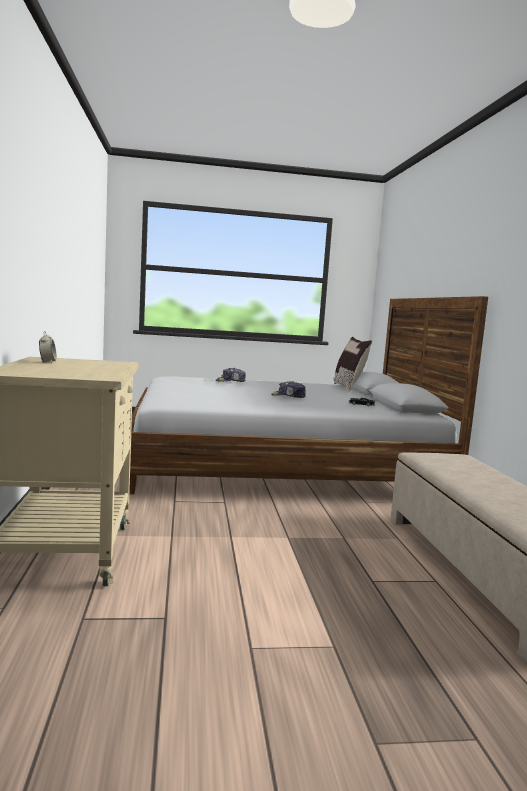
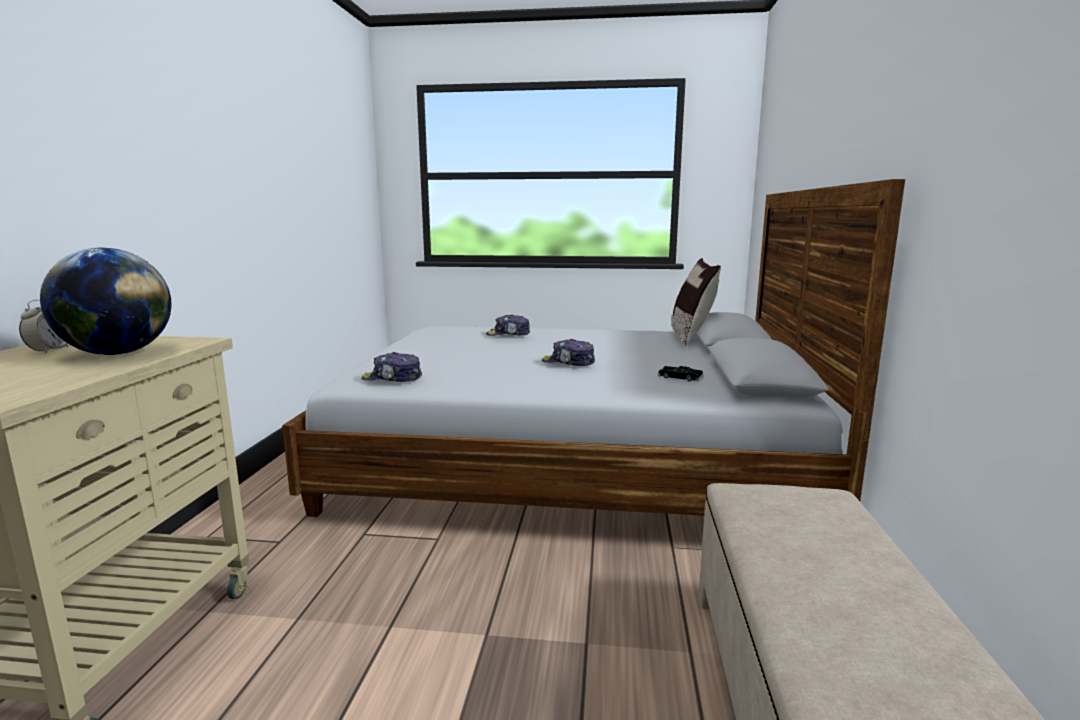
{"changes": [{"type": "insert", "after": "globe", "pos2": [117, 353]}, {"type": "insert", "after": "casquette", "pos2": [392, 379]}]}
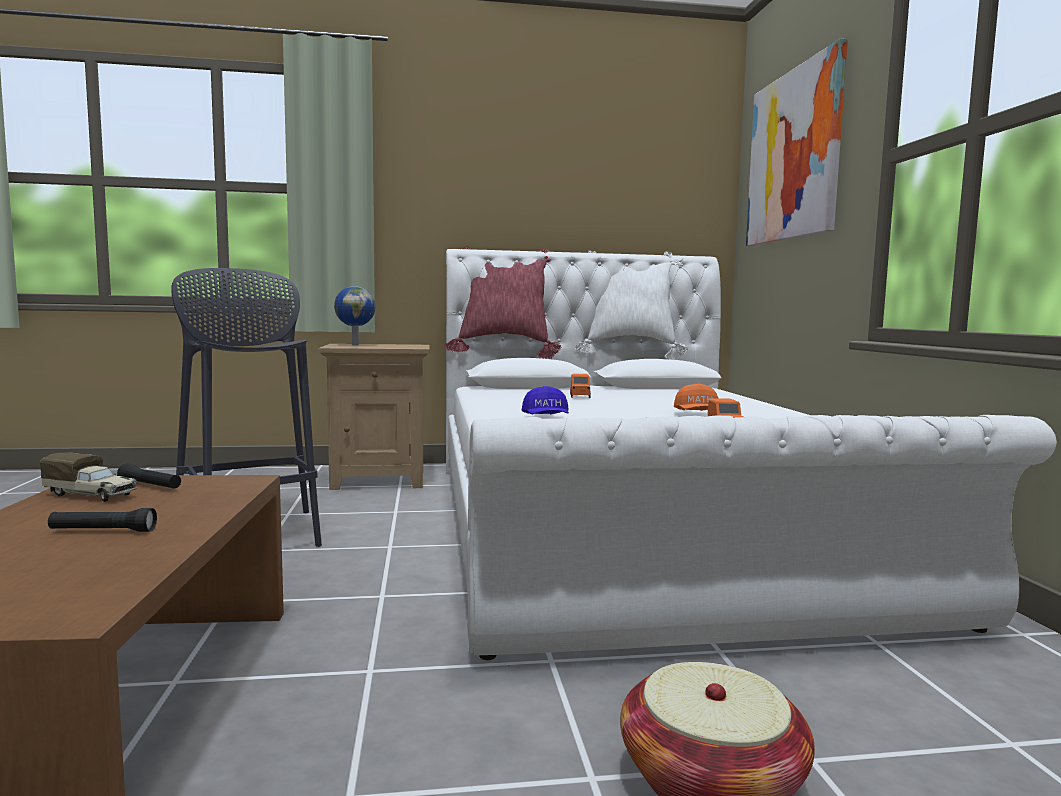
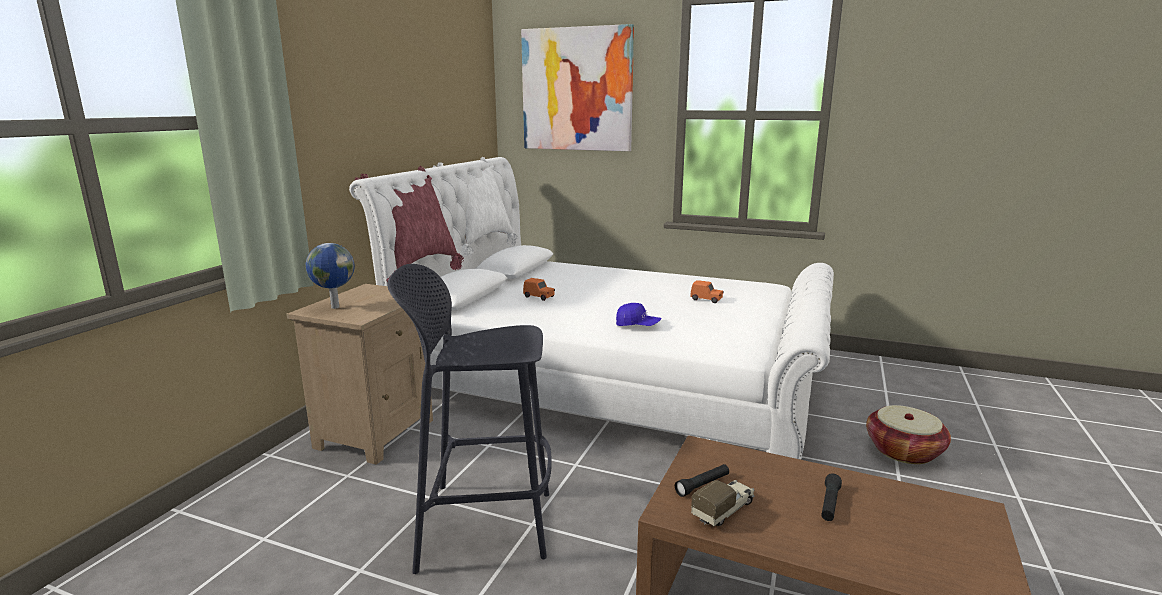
{"changes": [{"type": "delete", "before": "casquette [orange]", "pos1": [697, 414]}]}
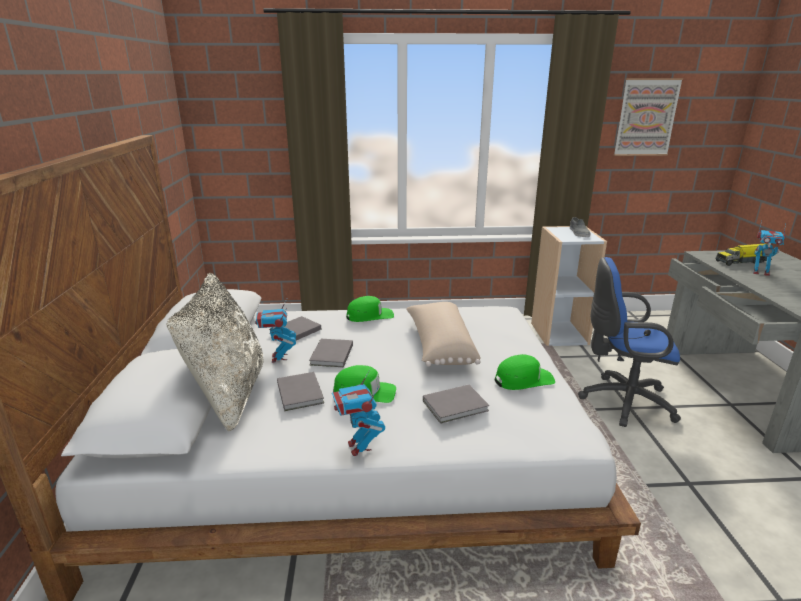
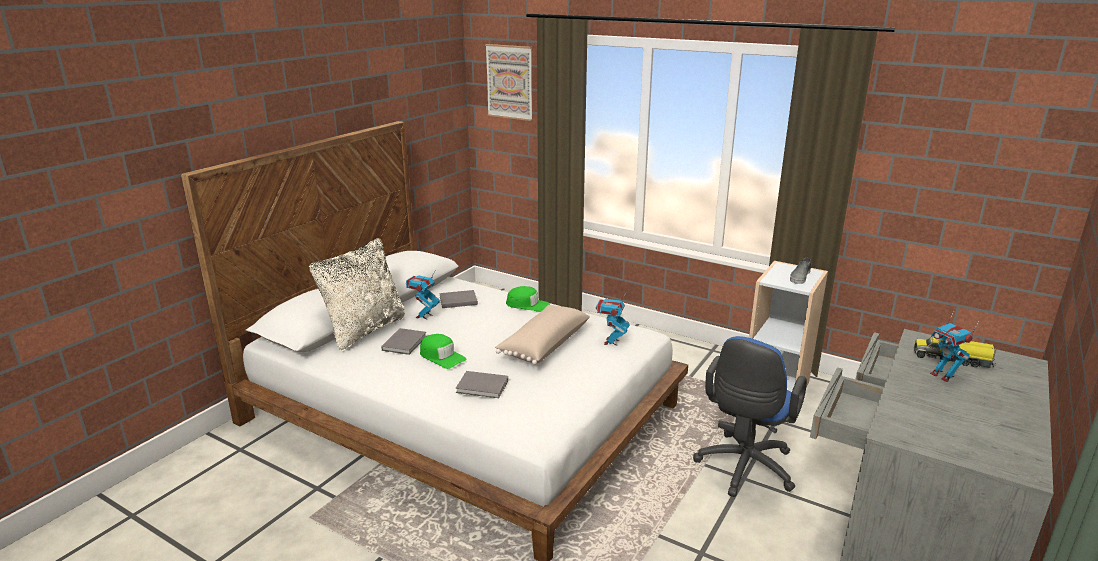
{"changes": [{"type": "move", "before": "tableau", "pos1": [646, 117], "pos2": [510, 82]}, {"type": "move", "before": "robot jouet", "pos1": [359, 447], "pos2": [611, 342]}, {"type": "rotate", "before": "chaise de bureau [bleu]", "pos1": [621, 401], "pos2": [743, 469], "turn": -105}, {"type": "delete", "before": "livre [gris]", "pos1": [330, 355]}, {"type": "delete", "before": "casquette [vert]", "pos1": [523, 379]}]}
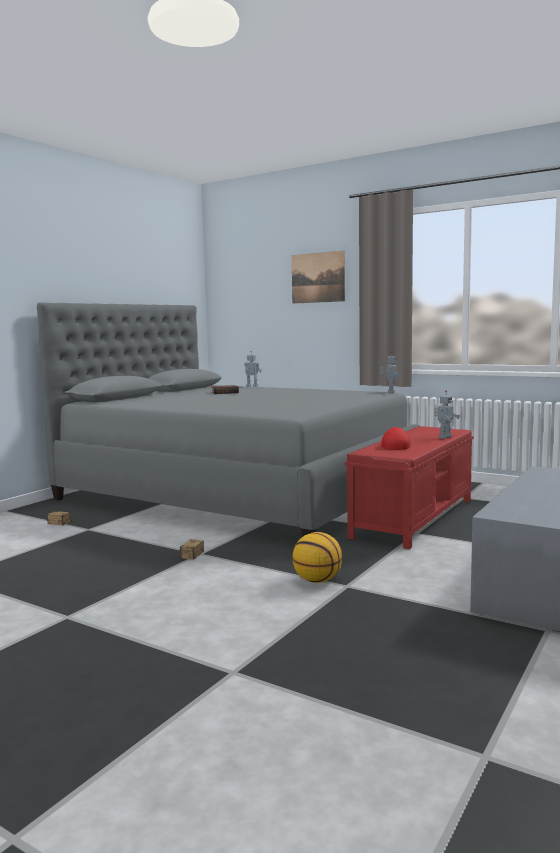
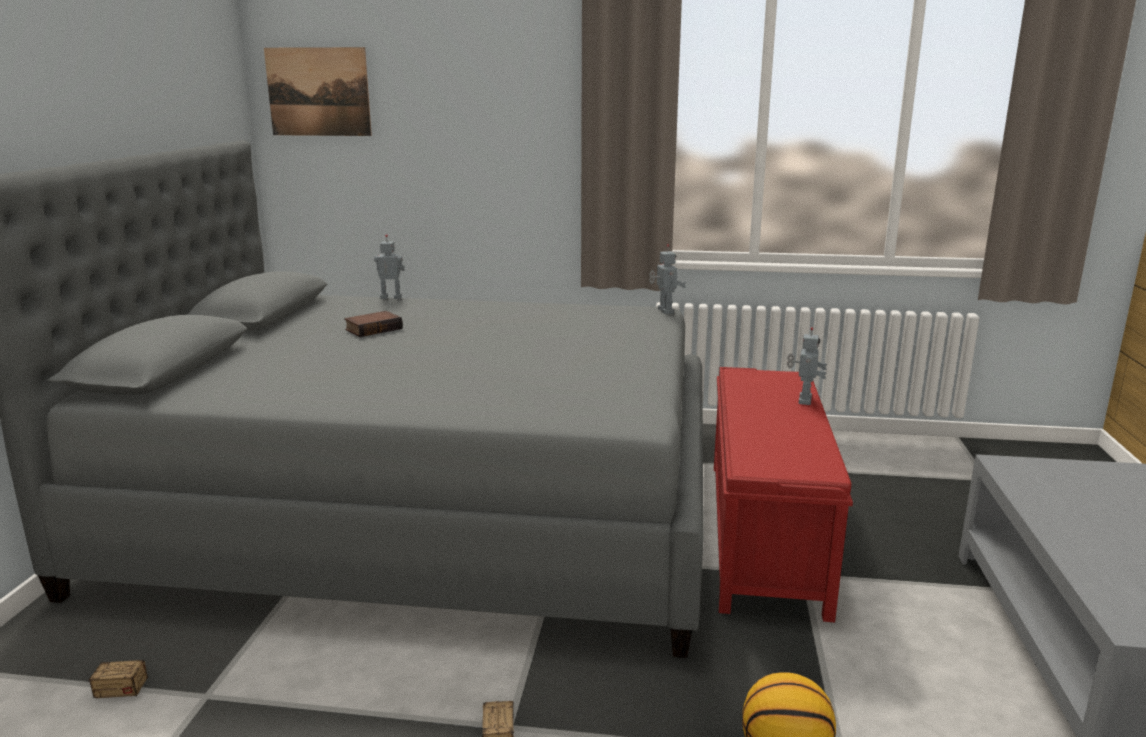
{"changes": [{"type": "move", "before": "tableau", "pos1": [318, 277], "pos2": [318, 92]}, {"type": "delete", "before": "casquette [rouge]", "pos1": [395, 445]}]}
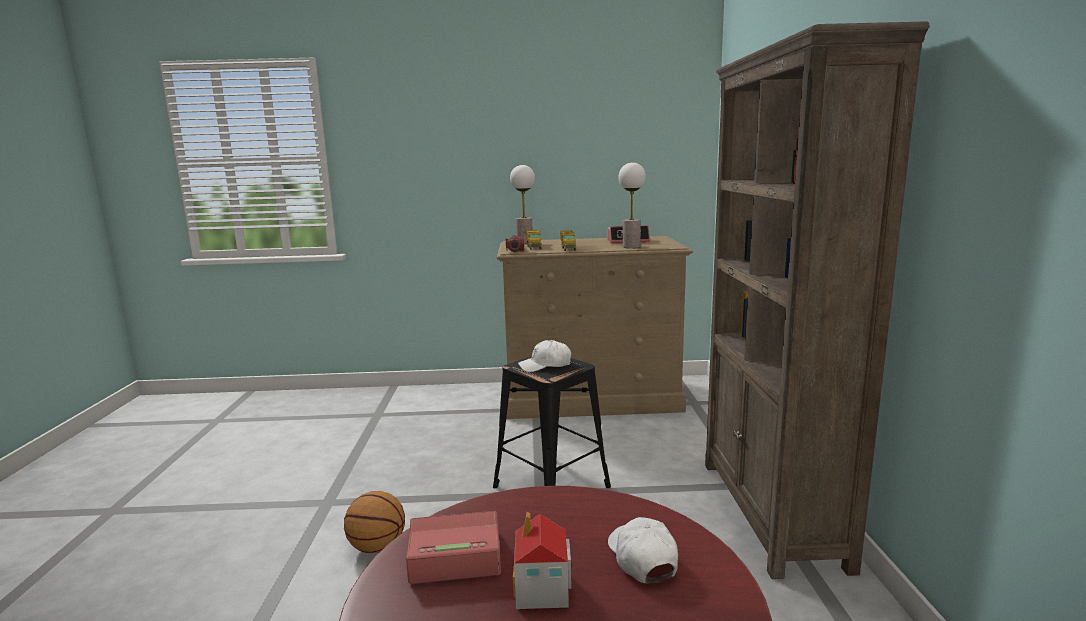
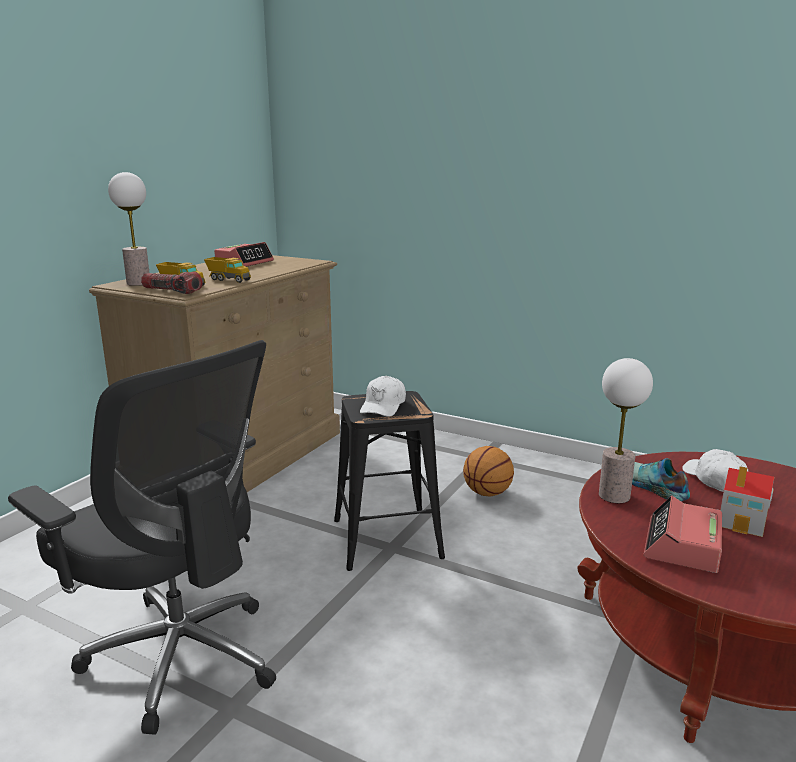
{"changes": [{"type": "insert", "after": "chaise de bureau", "pos2": [179, 655]}, {"type": "move", "before": "ballon de basket", "pos1": [377, 547], "pos2": [487, 493]}, {"type": "move", "before": "lampe de table", "pos1": [631, 247], "pos2": [614, 496]}, {"type": "insert", "after": "chaussure", "pos2": [652, 486]}, {"type": "rotate", "before": "casquette [blanc]", "pos1": [642, 558], "pos2": [714, 479], "turn": 60}, {"type": "delete", "before": "bibliothèque [marron]", "pos1": [771, 513]}]}
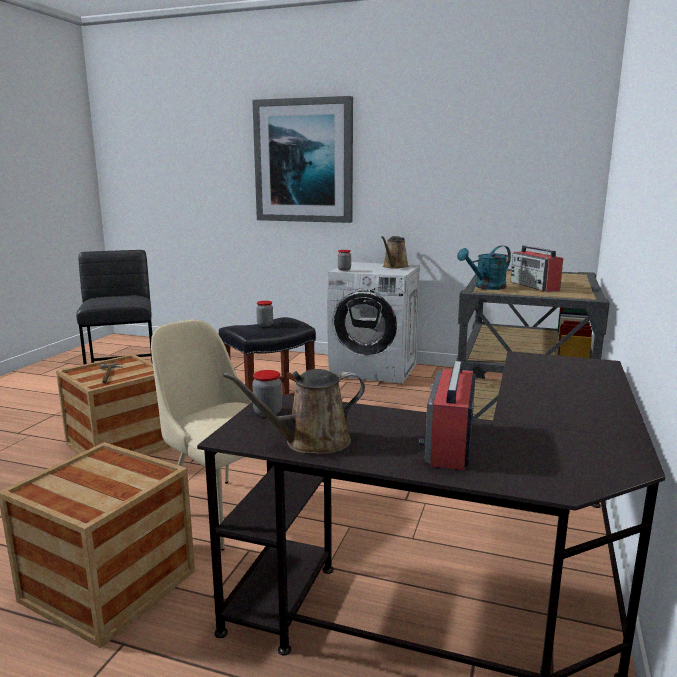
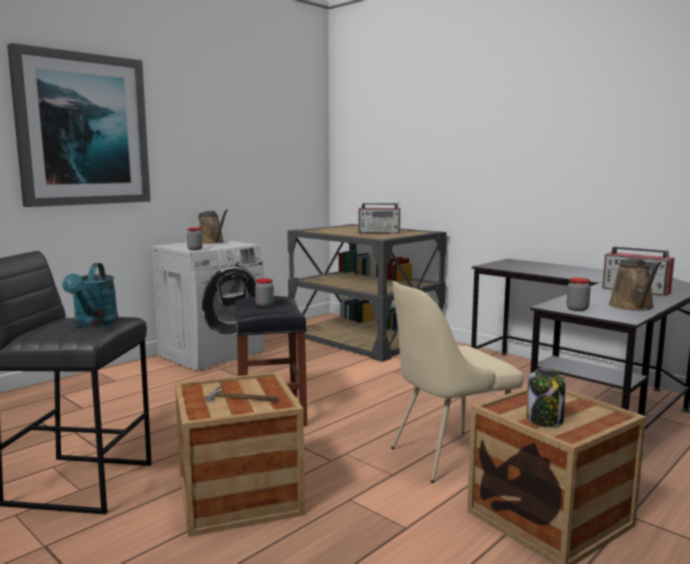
{"changes": [{"type": "move", "before": "arrosoir [turquoise]", "pos1": [486, 287], "pos2": [94, 324]}, {"type": "insert", "after": "bocal", "pos2": [545, 420]}]}
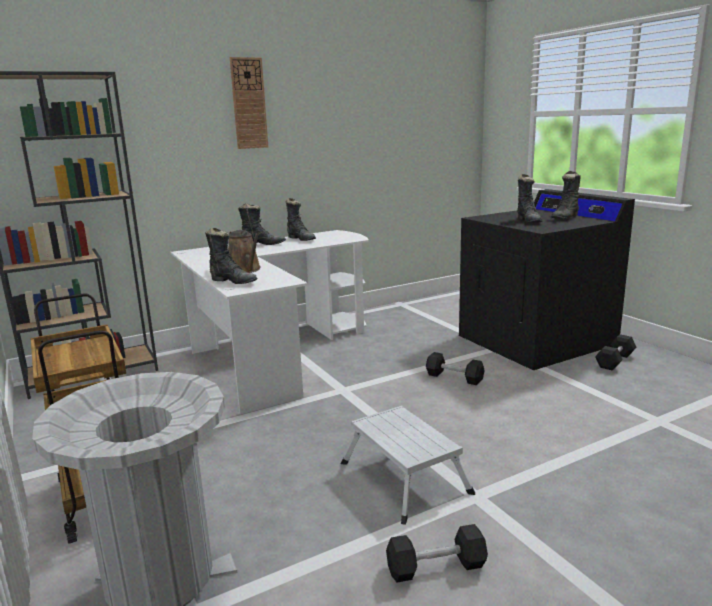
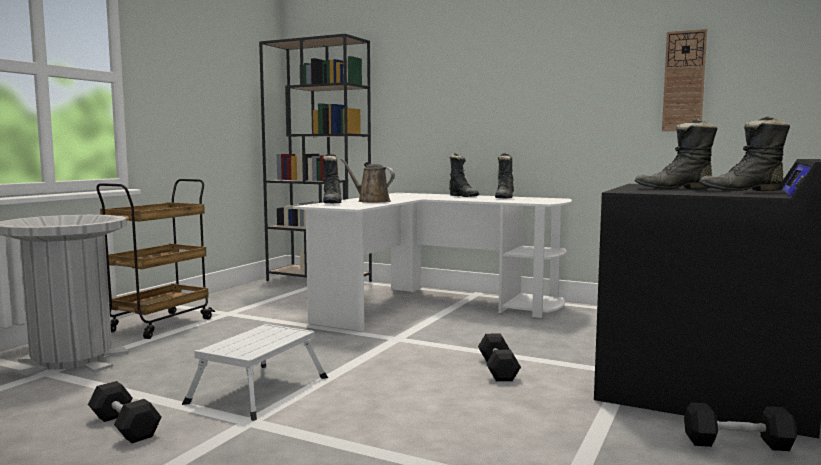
{"changes": [{"type": "rotate", "before": "arrosoir [marron]", "pos1": [245, 270], "pos2": [371, 201], "turn": 105}, {"type": "rotate", "before": "botte [noir]", "pos1": [529, 221], "pos2": [674, 189], "turn": 45}, {"type": "move", "before": "horloge murale", "pos1": [249, 103], "pos2": [684, 81]}]}
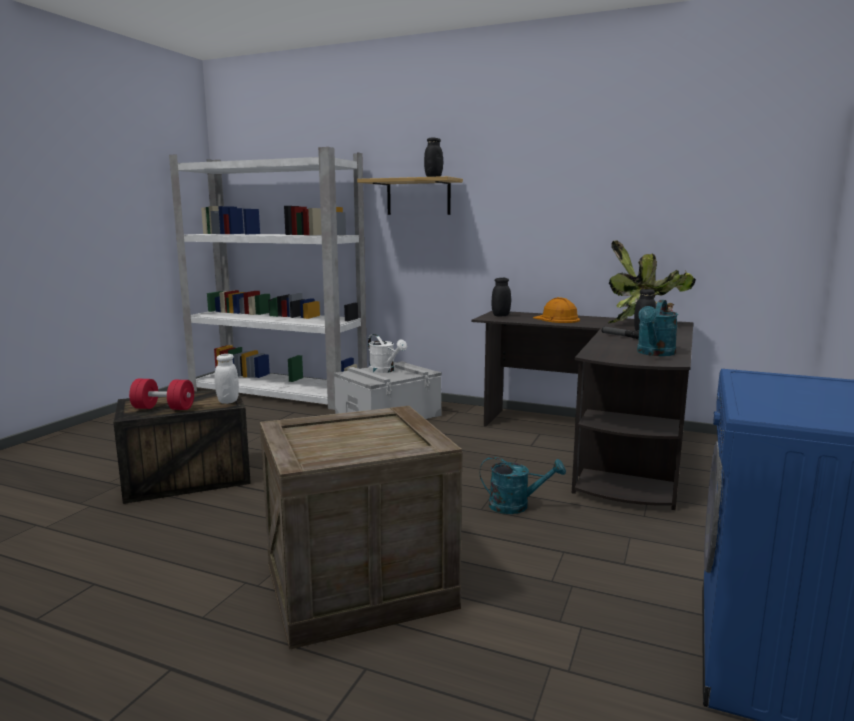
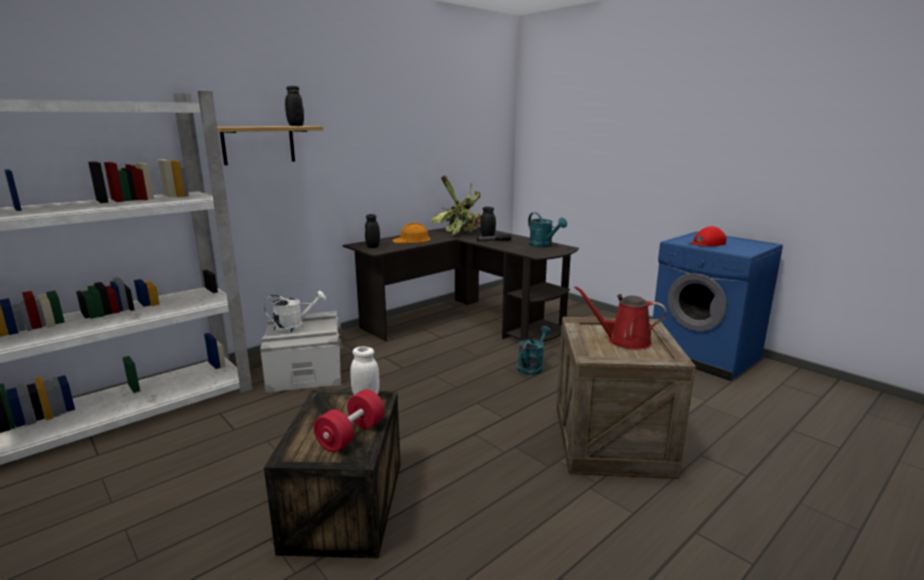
{"changes": [{"type": "insert", "after": "arrosoir [rouge]", "pos2": [624, 341]}, {"type": "insert", "after": "casquette [rouge]", "pos2": [706, 243]}]}
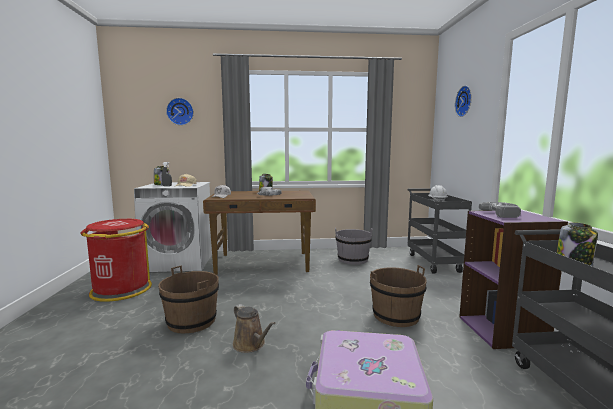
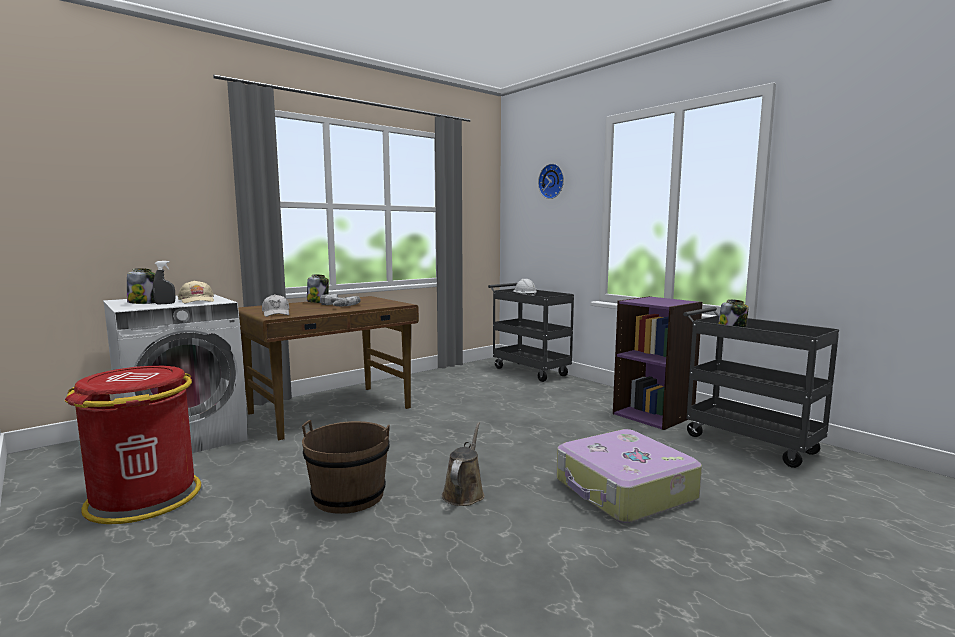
{"changes": [{"type": "rotate", "before": "arrosoir [marron]", "pos1": [251, 344], "pos2": [464, 493], "turn": -90}, {"type": "delete", "before": "horloge murale", "pos1": [180, 111]}, {"type": "delete", "before": "seau [gris]", "pos1": [352, 259]}, {"type": "delete", "before": "seau [marron]", "pos1": [396, 316]}, {"type": "delete", "before": "perceuse", "pos1": [506, 214]}]}
